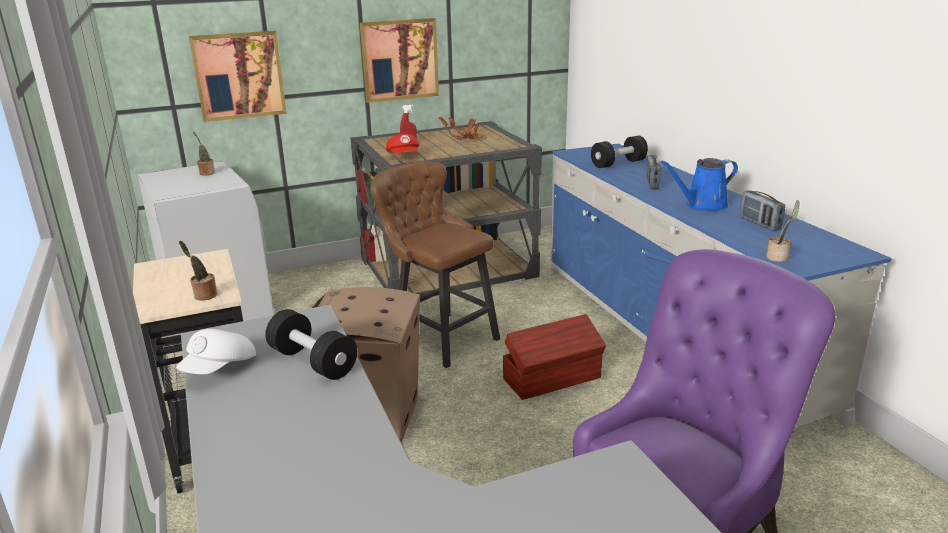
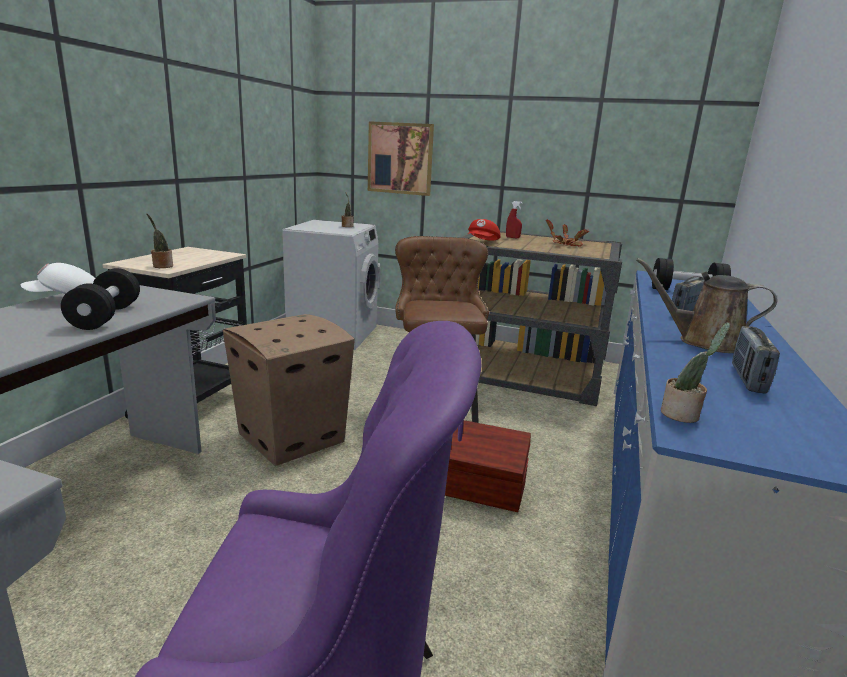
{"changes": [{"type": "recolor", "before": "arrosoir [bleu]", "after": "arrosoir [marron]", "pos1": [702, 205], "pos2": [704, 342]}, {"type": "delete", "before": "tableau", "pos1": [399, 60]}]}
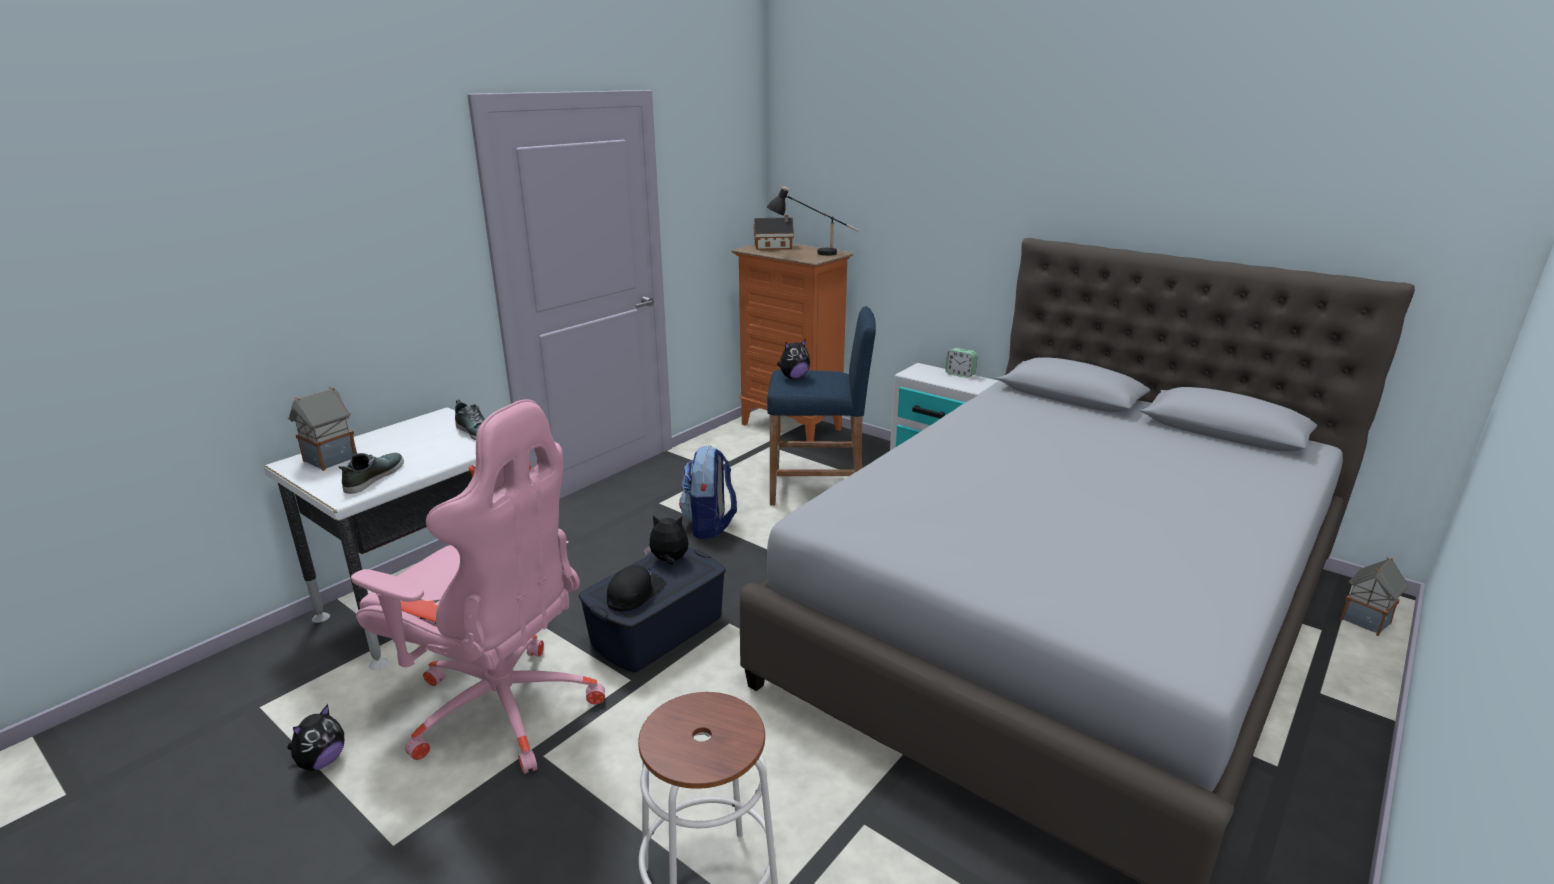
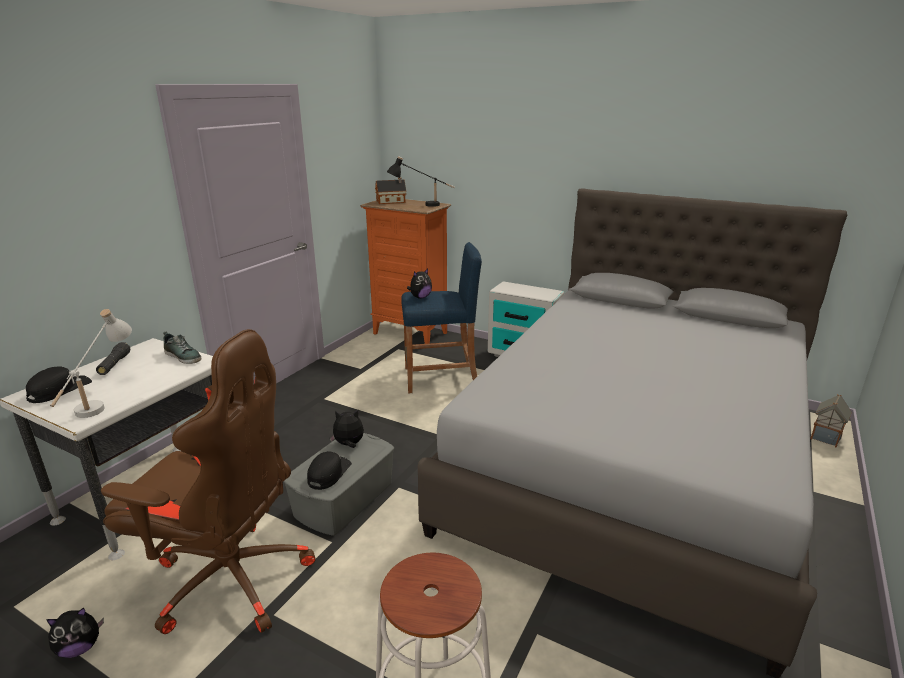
{"changes": [{"type": "replace", "before": "maison miniature", "after": "casquette [noir]", "pos1": [329, 460], "pos2": [59, 390]}, {"type": "rotate", "before": "peluche", "pos1": [321, 761], "pos2": [80, 648], "turn": 45}, {"type": "replace", "before": "chaussure", "after": "lampe de table [blanc]", "pos1": [373, 477], "pos2": [102, 401]}, {"type": "insert", "after": "lampe de poche [noir]", "pos2": [114, 365]}, {"type": "recolor", "before": "chaise de bureau [rose]", "after": "chaise de bureau [marron]", "pos1": [492, 704], "pos2": [222, 576]}, {"type": "recolor", "before": "boîte de rangement [bleu]", "after": "boîte de rangement [gris]", "pos1": [656, 629], "pos2": [343, 499]}, {"type": "delete", "before": "sac à dos", "pos1": [710, 525]}, {"type": "delete", "before": "réveil", "pos1": [960, 374]}]}
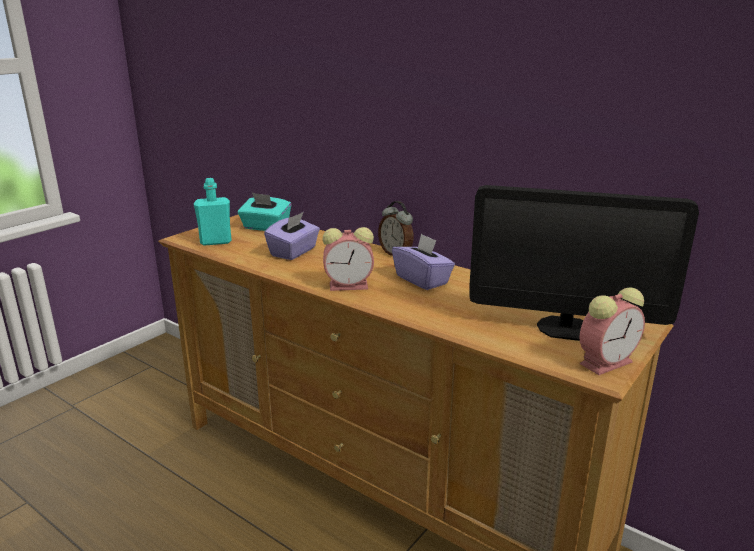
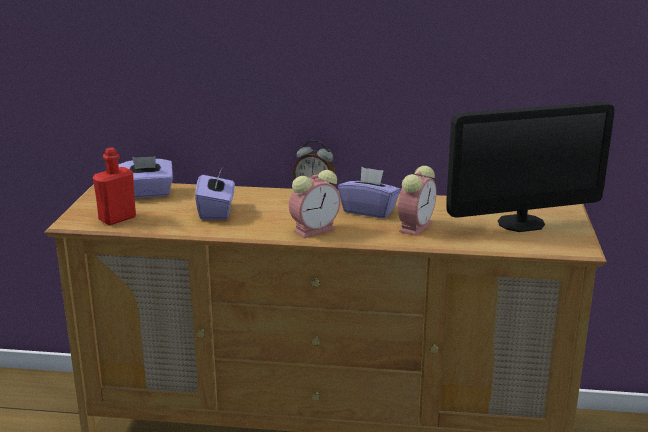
{"changes": [{"type": "recolor", "before": "bouteille [turquoise]", "after": "bouteille [rouge]", "pos1": [216, 242], "pos2": [117, 219]}, {"type": "recolor", "before": "boîte à mouchoirs [turquoise]", "after": "boîte à mouchoirs [violet]", "pos1": [265, 227], "pos2": [147, 193]}, {"type": "move", "before": "réveil", "pos1": [607, 362], "pos2": [415, 226]}]}
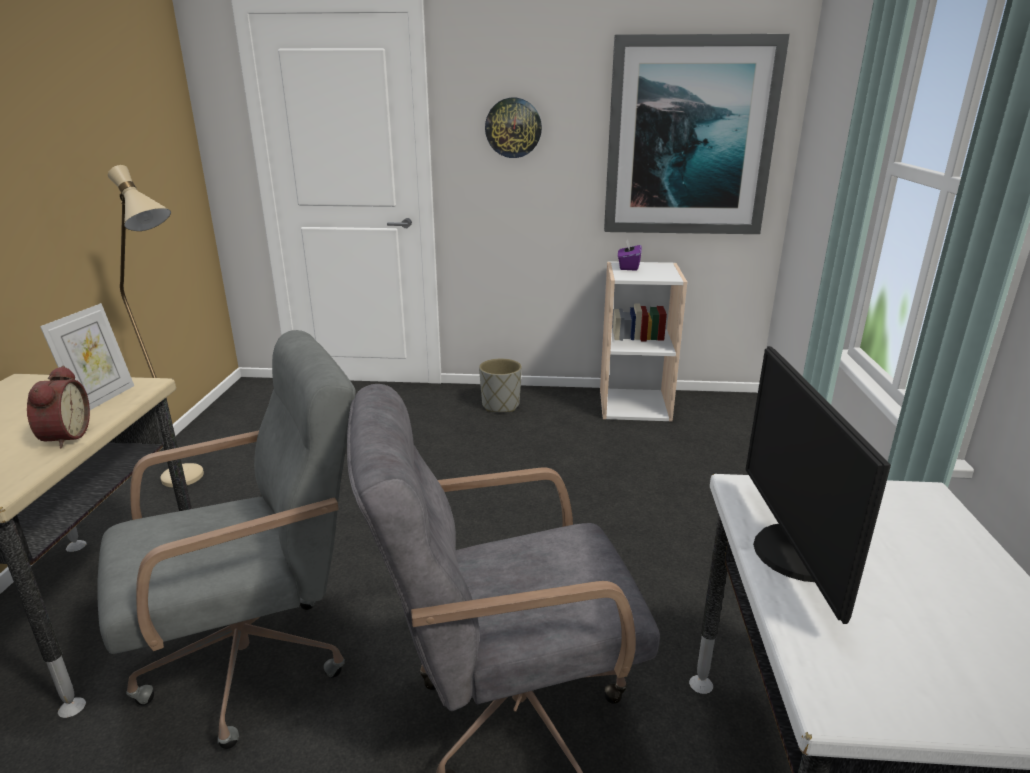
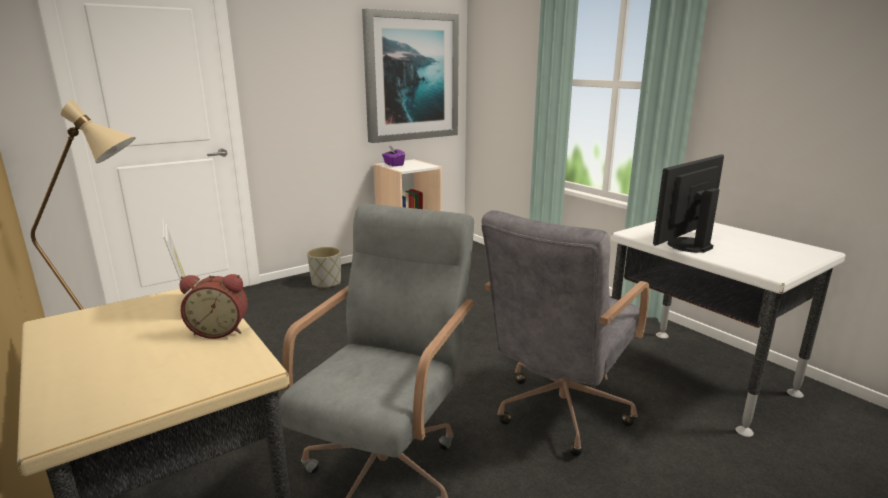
{"changes": [{"type": "rotate", "before": "réveil", "pos1": [63, 437], "pos2": [220, 330], "turn": 135}, {"type": "rotate", "before": "écran d'ordinateur", "pos1": [794, 553], "pos2": [687, 245], "turn": 90}, {"type": "delete", "before": "horloge murale", "pos1": [513, 128]}]}
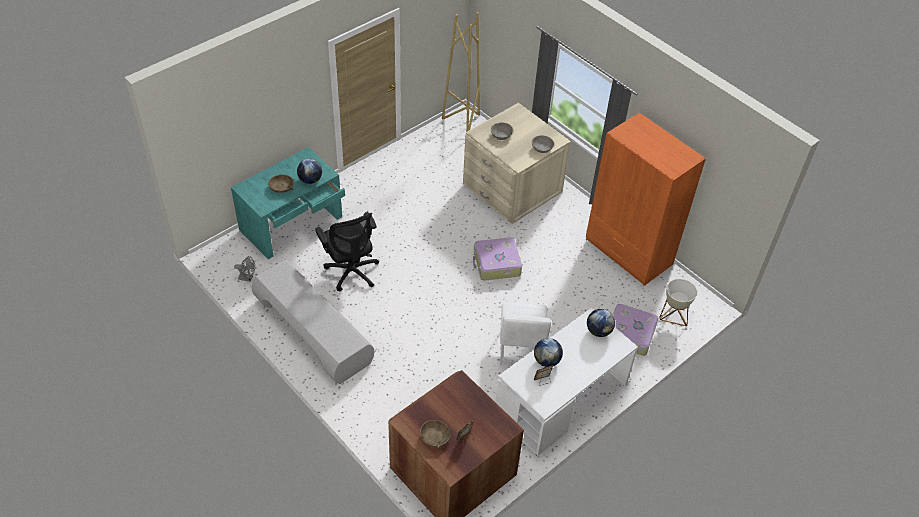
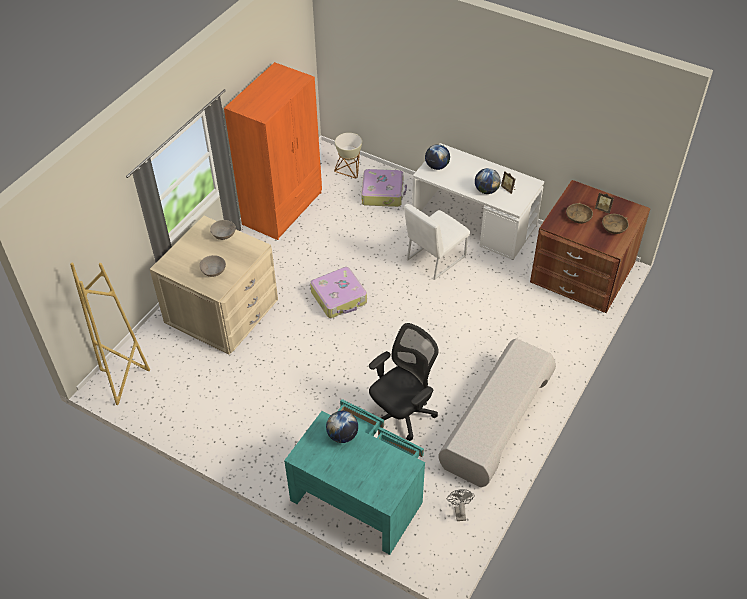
{"changes": [{"type": "rotate", "before": "chaise [blanc]", "pos1": [520, 348], "pos2": [434, 258], "turn": 150}, {"type": "move", "before": "bol [marron]", "pos1": [281, 187], "pos2": [578, 217]}]}
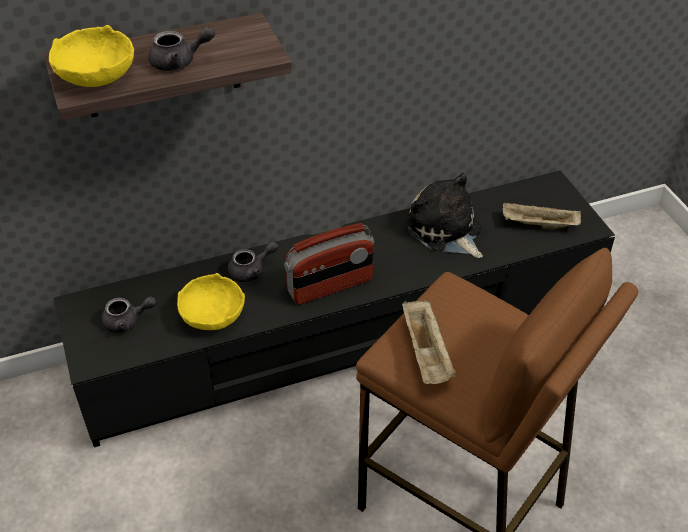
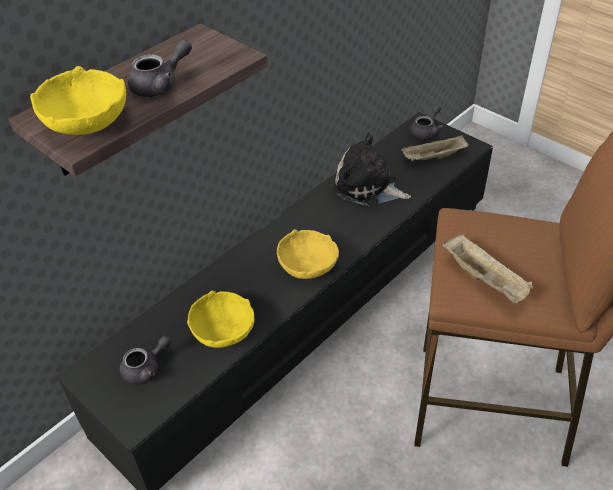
{"changes": [{"type": "replace", "before": "radio", "after": "bol [jaune]", "pos1": [330, 286], "pos2": [307, 265]}, {"type": "move", "before": "théière [gris]", "pos1": [251, 271], "pos2": [426, 132]}]}
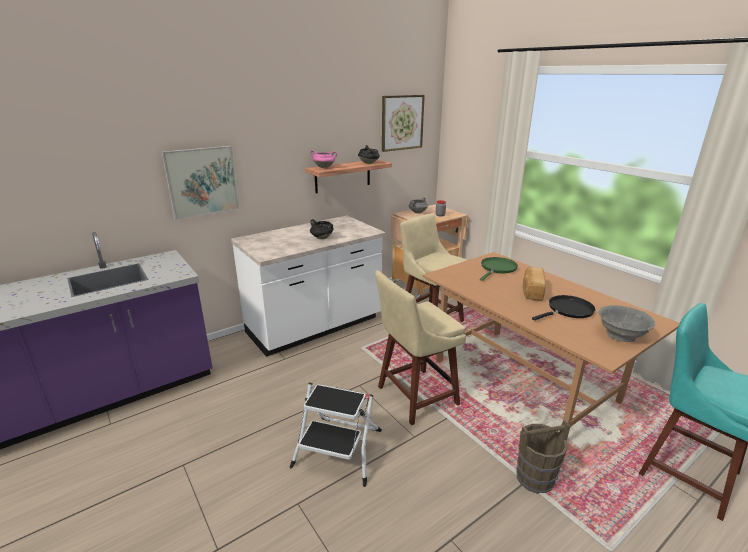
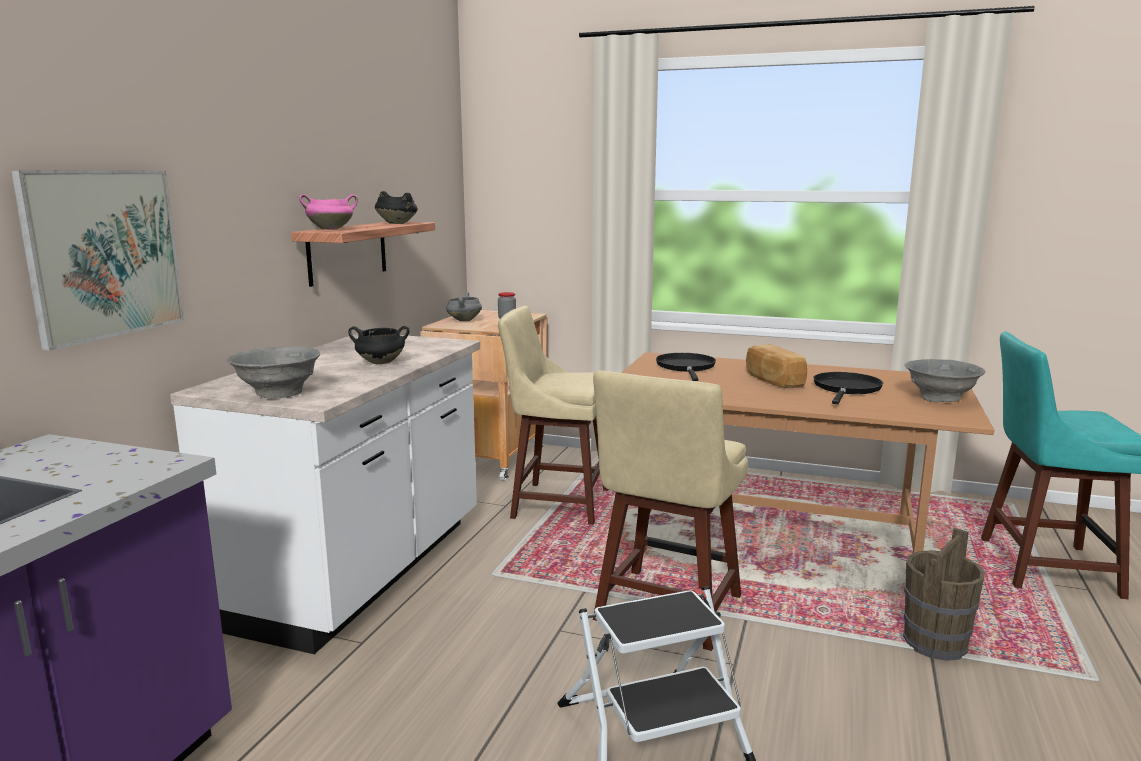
{"changes": [{"type": "insert", "after": "bol [gris]", "pos2": [278, 393]}, {"type": "recolor", "before": "poêle [vert]", "after": "poêle [noir]", "pos1": [497, 268], "pos2": [686, 367]}, {"type": "delete", "before": "tableau", "pos1": [402, 122]}]}
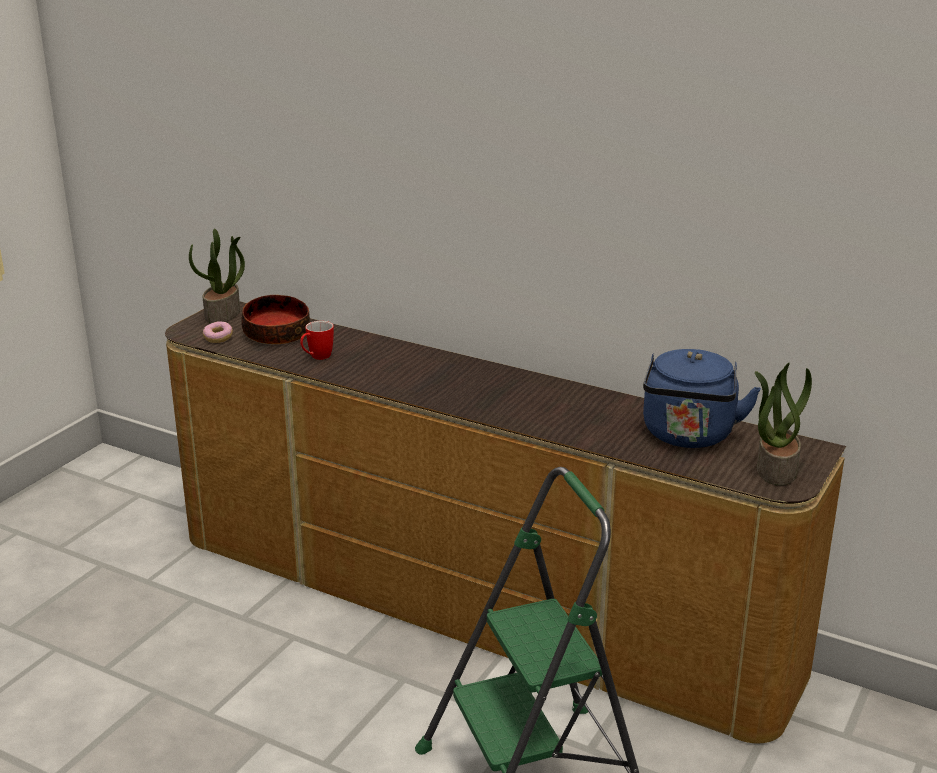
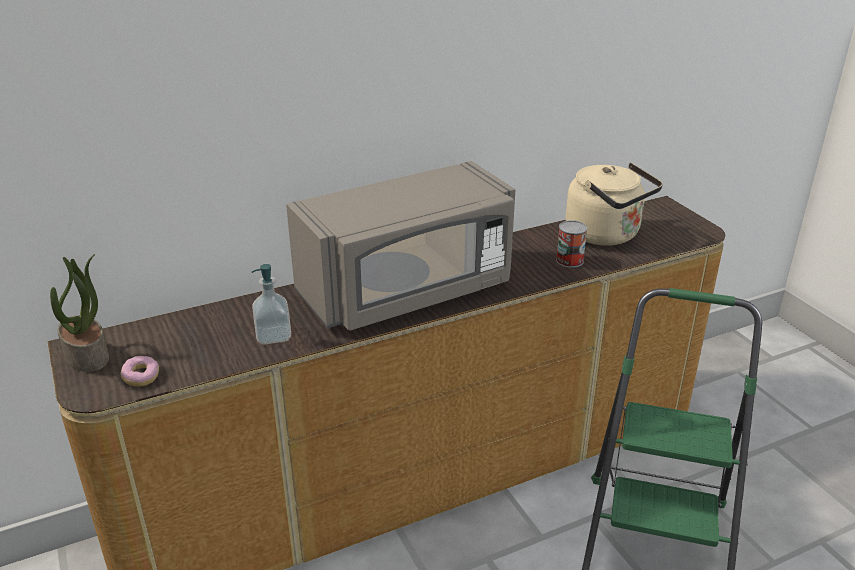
{"changes": [{"type": "replace", "before": "mug", "after": "distributeur de savon", "pos1": [316, 358], "pos2": [273, 336]}, {"type": "insert", "after": "micro-ondes [gris]", "pos2": [408, 291]}, {"type": "insert", "after": "boîte métallique", "pos2": [569, 260]}, {"type": "recolor", "before": "bouilloire [bleu]", "after": "bouilloire [beige]", "pos1": [688, 436], "pos2": [606, 235]}, {"type": "delete", "before": "bol", "pos1": [276, 334]}, {"type": "delete", "before": "plante en pot", "pos1": [775, 469]}]}
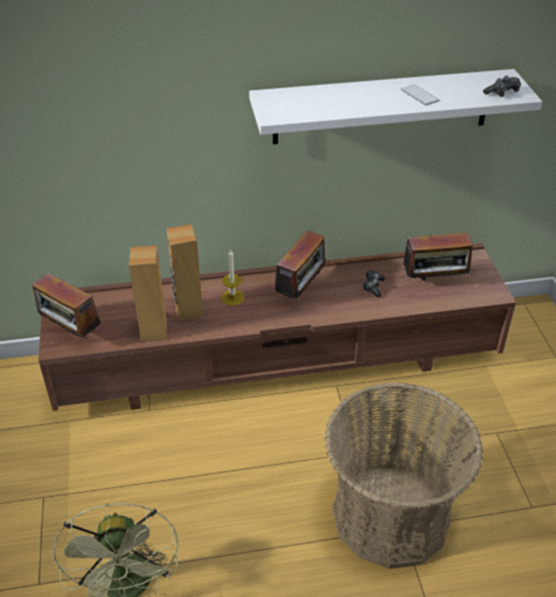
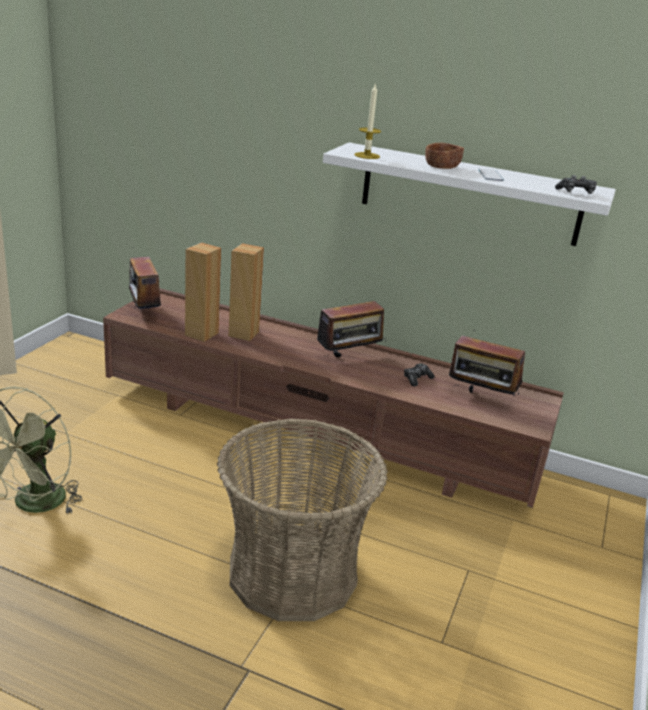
{"changes": [{"type": "move", "before": "bougie", "pos1": [232, 297], "pos2": [367, 156]}, {"type": "insert", "after": "bol [marron]", "pos2": [442, 167]}]}
